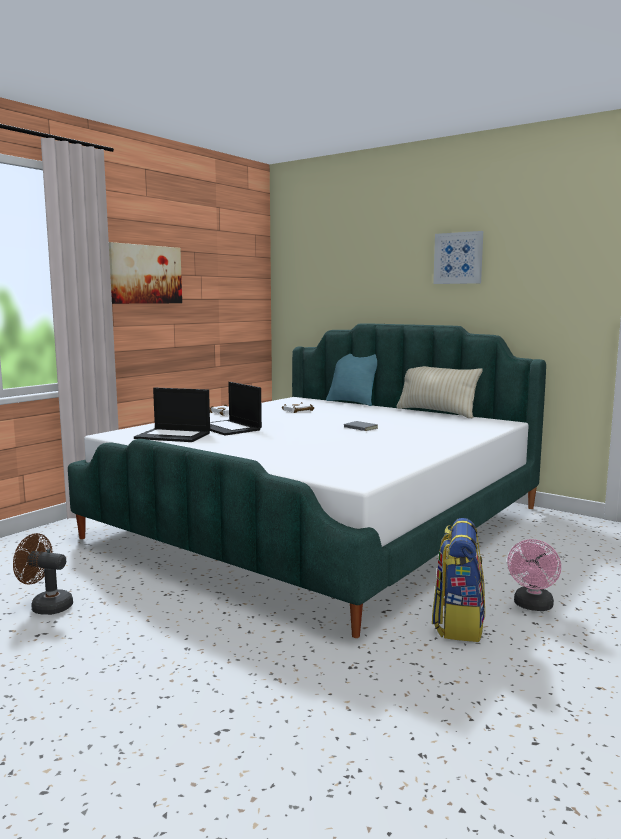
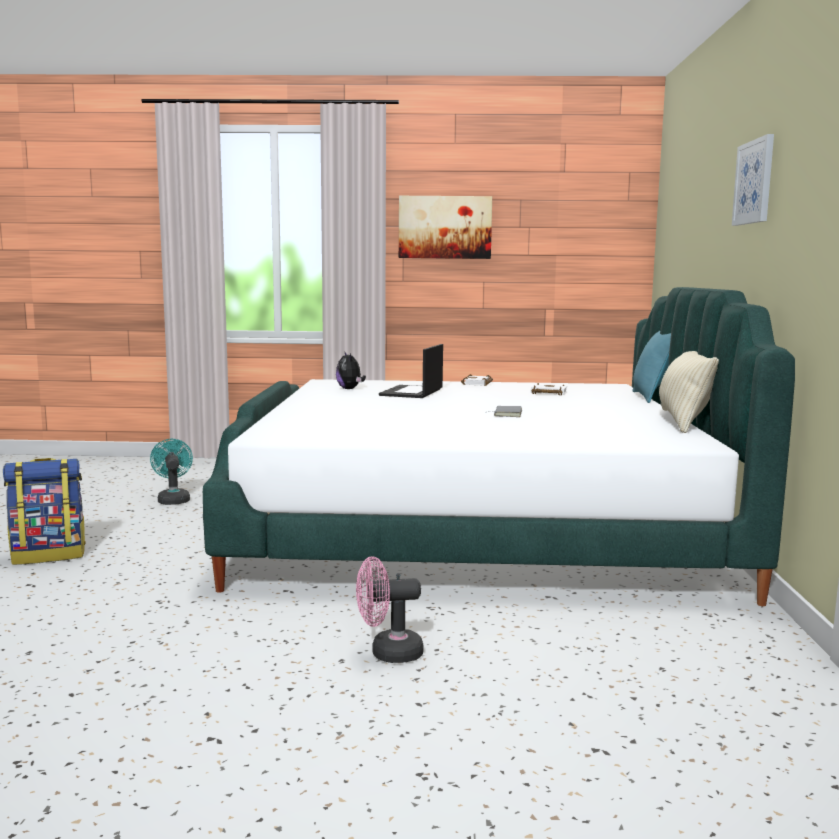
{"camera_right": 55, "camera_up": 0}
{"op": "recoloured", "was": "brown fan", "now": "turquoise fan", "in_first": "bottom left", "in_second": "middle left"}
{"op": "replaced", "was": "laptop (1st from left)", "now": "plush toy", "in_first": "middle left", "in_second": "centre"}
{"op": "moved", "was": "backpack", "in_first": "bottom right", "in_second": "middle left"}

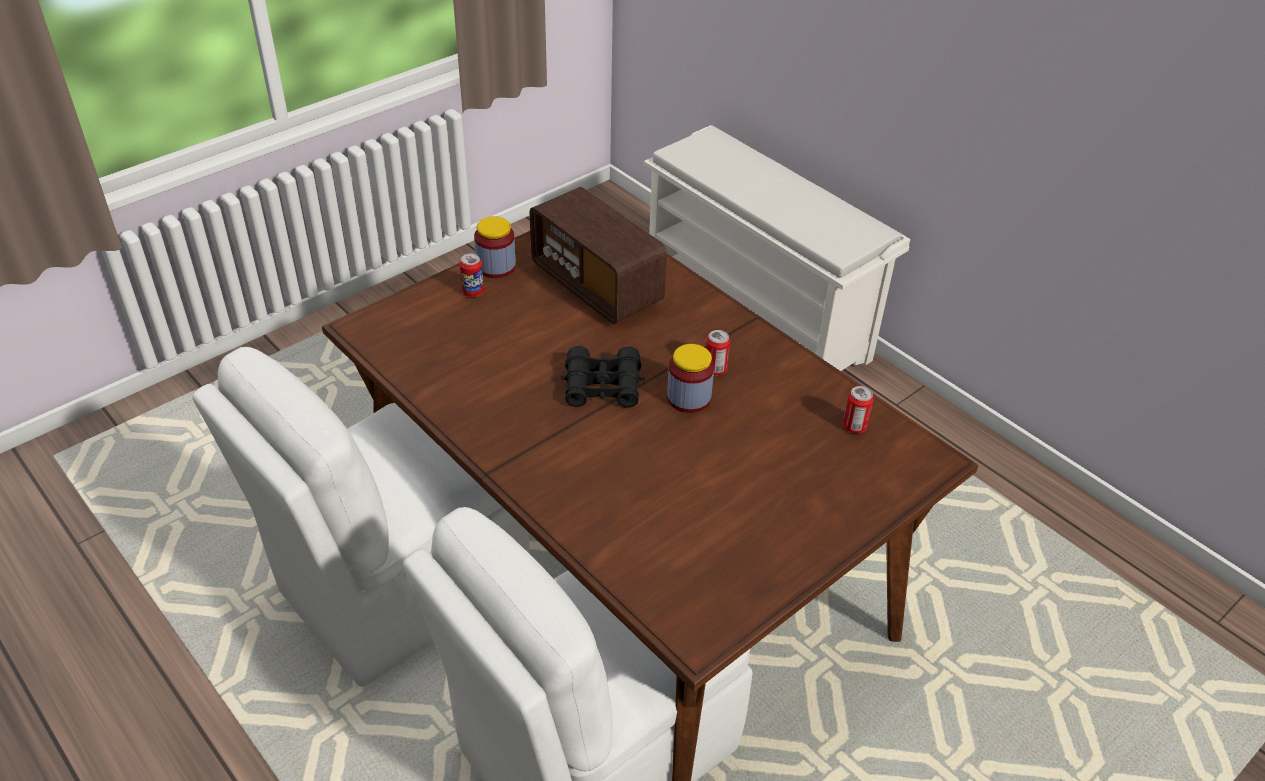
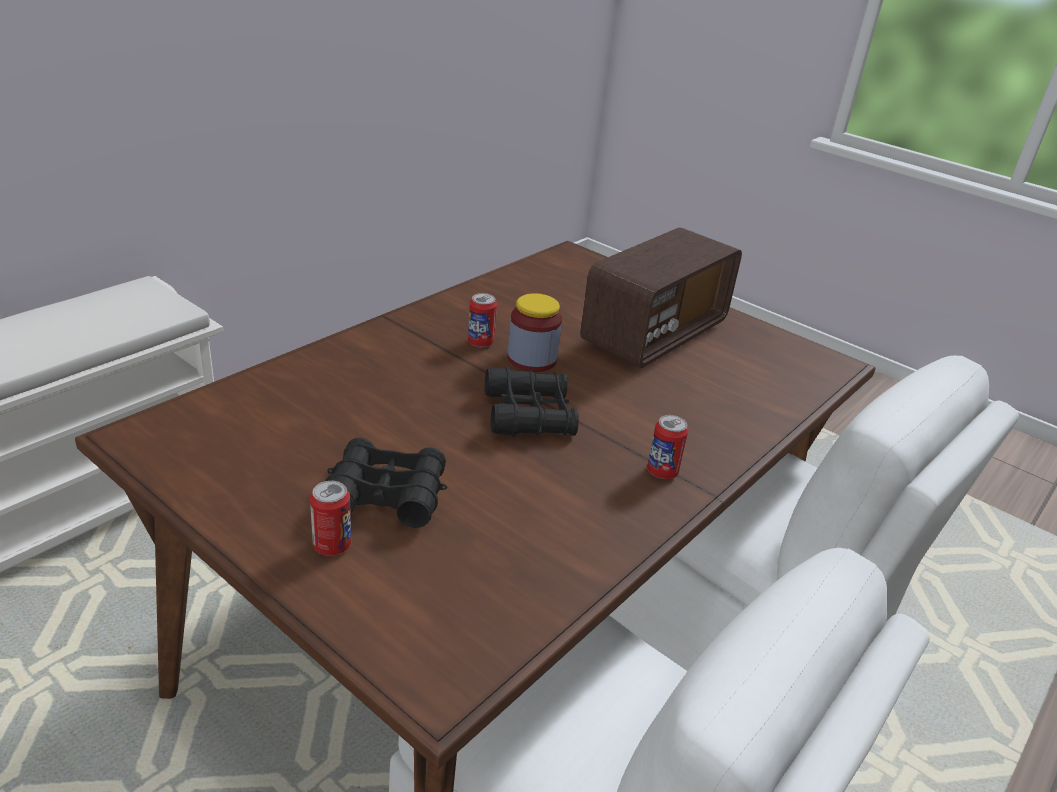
{"camera_right": -100, "camera_up": -10}
{"op": "removed", "was": "jar (1st from left)", "in_first": "top centre"}
{"op": "moved", "was": "radio", "in_first": "top centre", "in_second": "centre"}
{"op": "moved", "was": "can (3rd from left)", "in_first": "middle right", "in_second": "centre"}
{"op": "added", "now": "black binoculars (1st from left)", "in_second": "centre"}

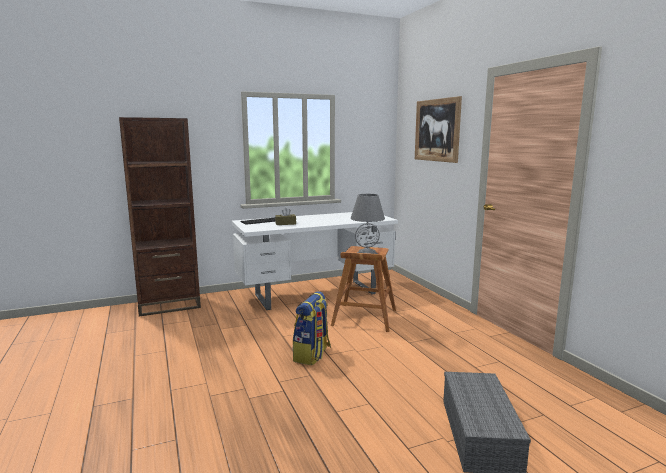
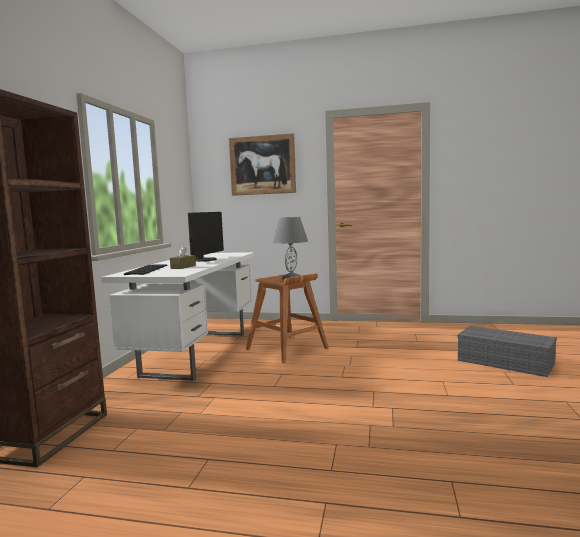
{"camera_right": -55, "camera_up": -5}
{"op": "removed", "was": "backpack", "in_first": "bottom centre"}
{"op": "added", "now": "monitor", "in_second": "centre"}

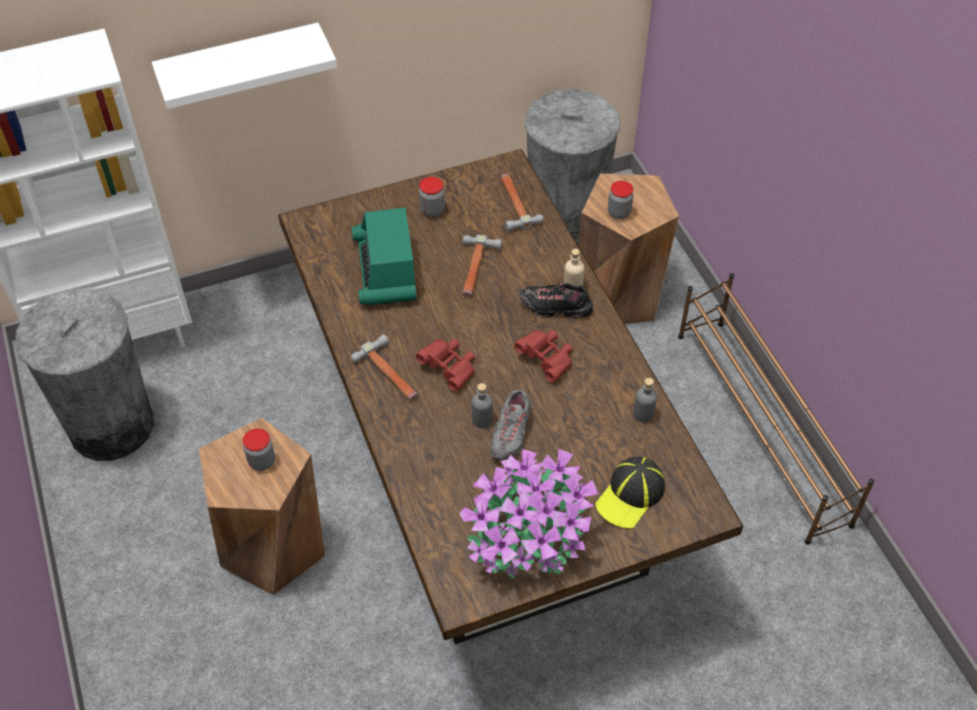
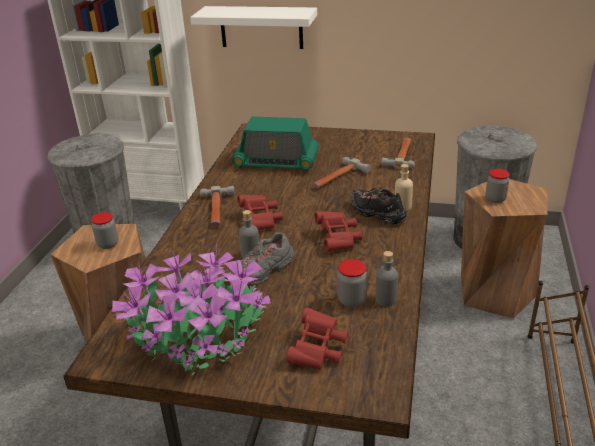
{"camera_right": 35, "camera_up": -20}
{"op": "turned", "was": "radio", "in_first": "centre", "in_second": "top centre", "clockwise": -105}
{"op": "moved", "was": "jar (2nd from left)", "in_first": "top centre", "in_second": "centre"}
{"op": "replaced", "was": "cap", "now": "red binoculars (2nd from left)", "in_first": "bottom centre", "in_second": "bottom centre"}

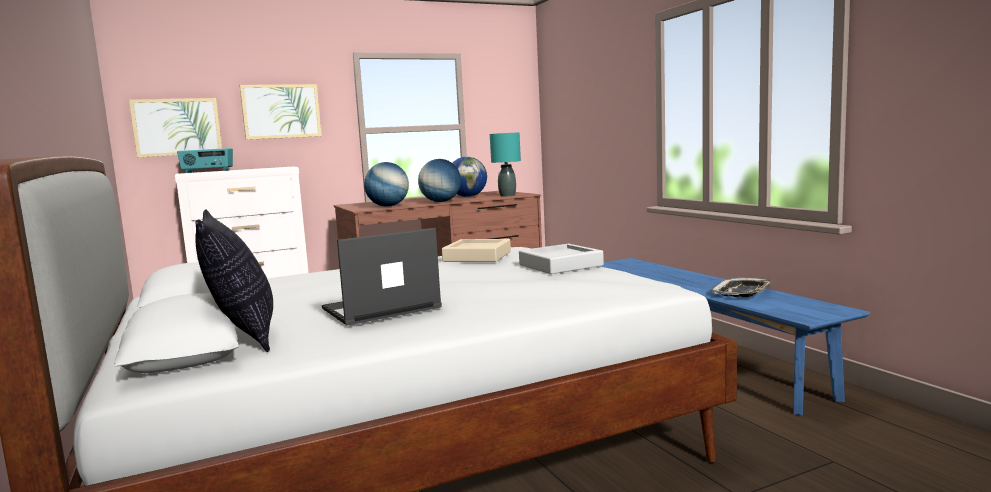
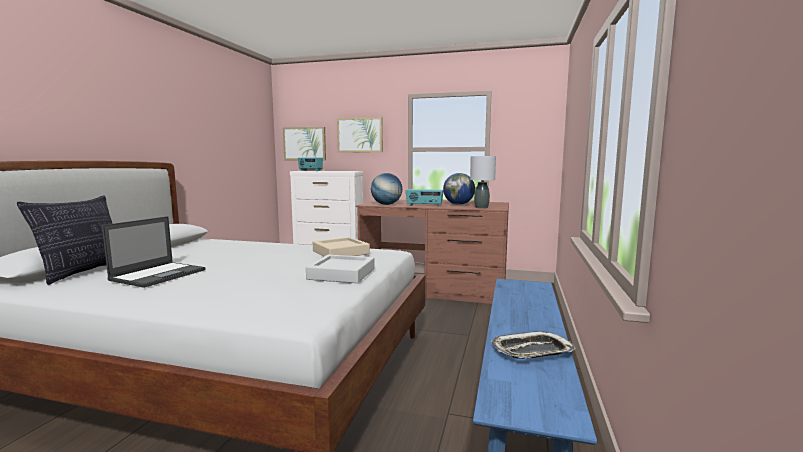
{"camera_right": 40, "camera_up": 0}
{"op": "turned", "was": "laptop", "in_first": "centre", "in_second": "middle left", "clockwise": 105}
{"op": "replaced", "was": "globe (2nd from left)", "now": "radio (2nd from left)", "in_first": "centre", "in_second": "centre"}
{"op": "recoloured", "was": "turquoise table lamp", "now": "grey table lamp", "in_first": "centre", "in_second": "centre"}

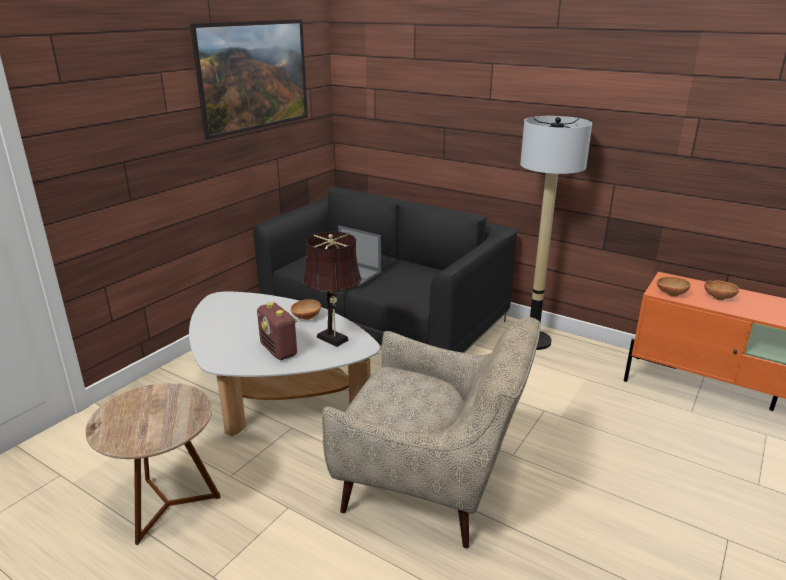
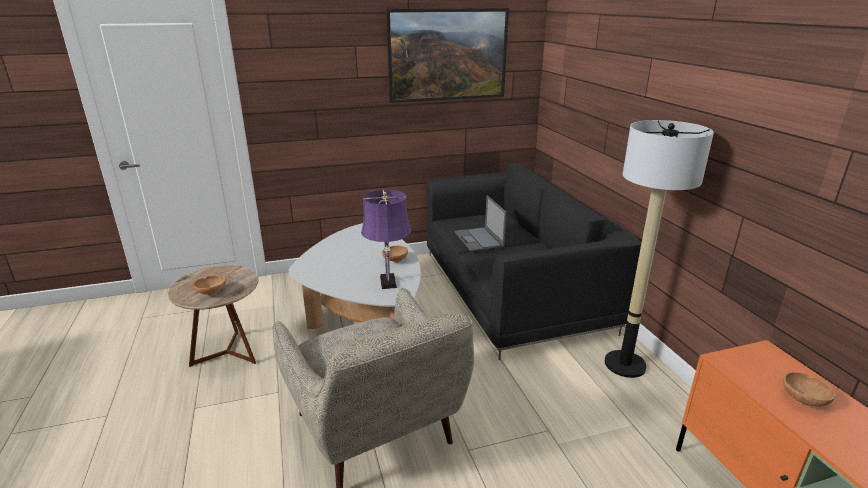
{"camera_right": 40, "camera_up": 0}
{"op": "removed", "was": "radio", "in_first": "centre"}
{"op": "recoloured", "was": "brown table lamp", "now": "purple table lamp", "in_first": "centre", "in_second": "centre"}
{"op": "moved", "was": "brown bowl (2nd from left in the first image)", "now": "brown bowl (1st from left)", "in_first": "middle right", "in_second": "middle left"}

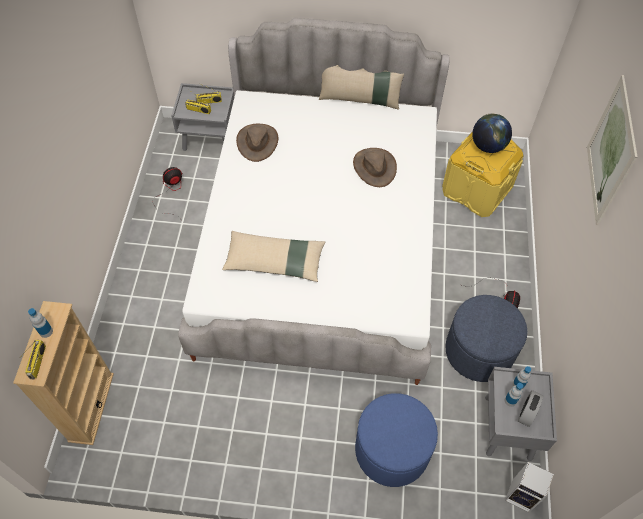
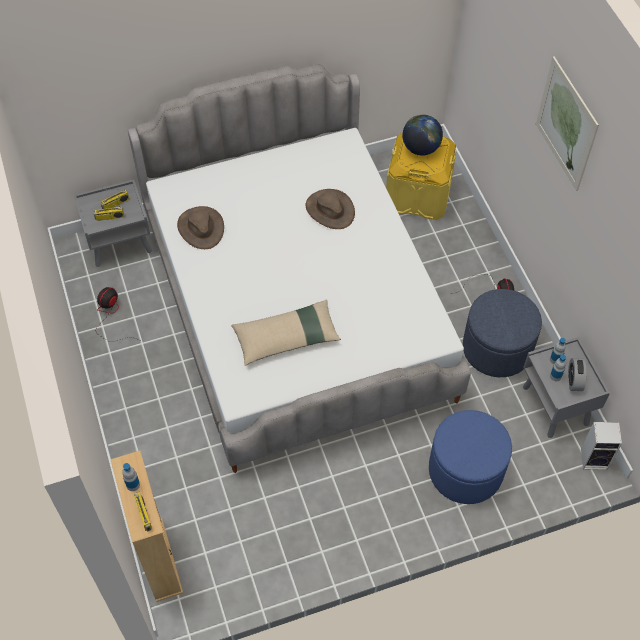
{"camera_right": -25, "camera_up": 0}
{"op": "removed", "was": "beige pillow (2nd from left)", "in_first": "top centre"}

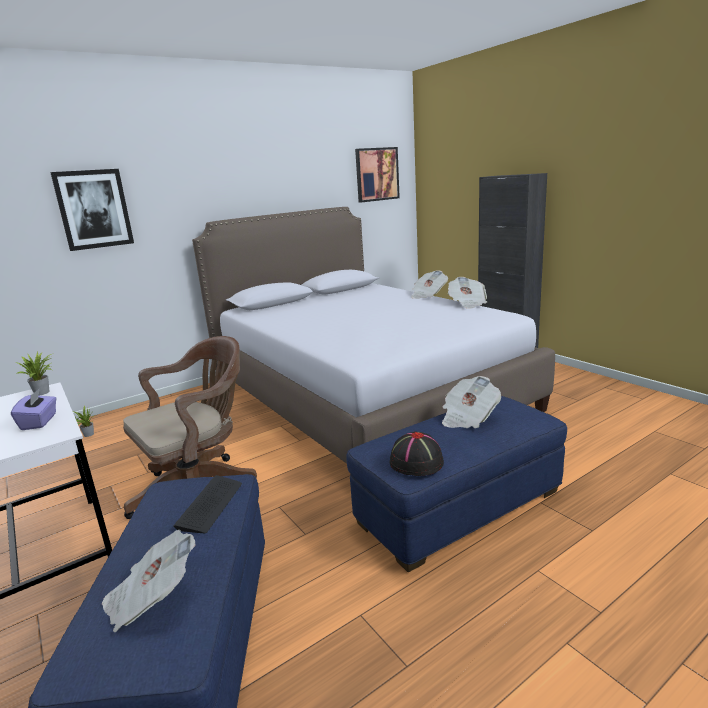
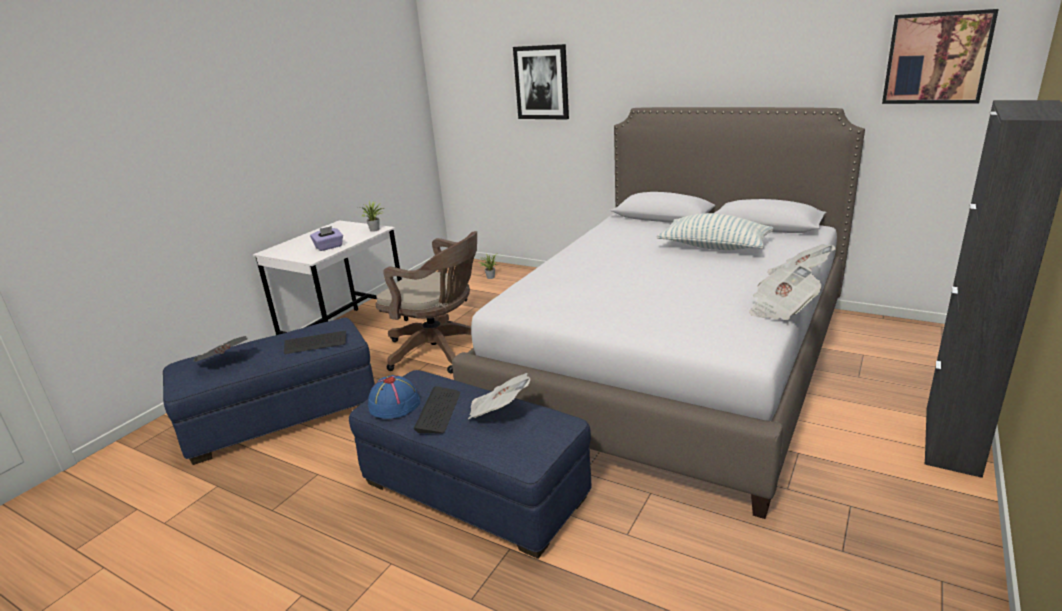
{"camera_right": 65, "camera_up": 5}
{"op": "recoloured", "was": "black hat", "now": "blue hat", "in_first": "centre", "in_second": "centre"}
{"op": "added", "now": "keyboard (2nd from left)", "in_second": "bottom centre"}
{"op": "added", "now": "pillow", "in_second": "middle right"}

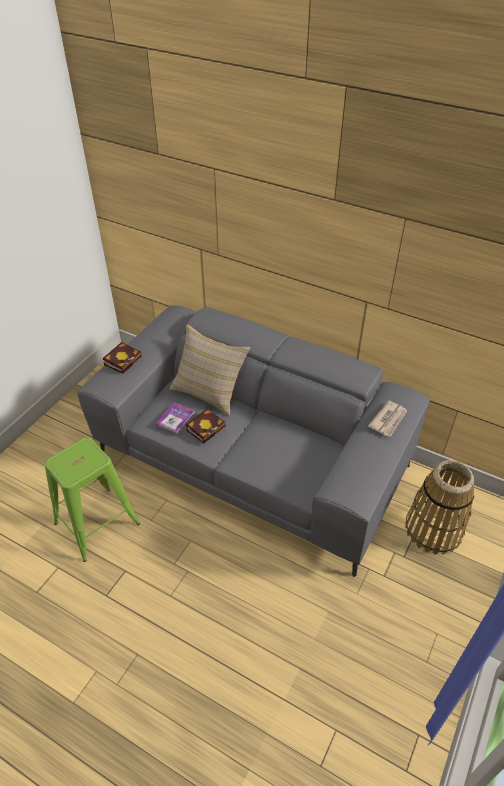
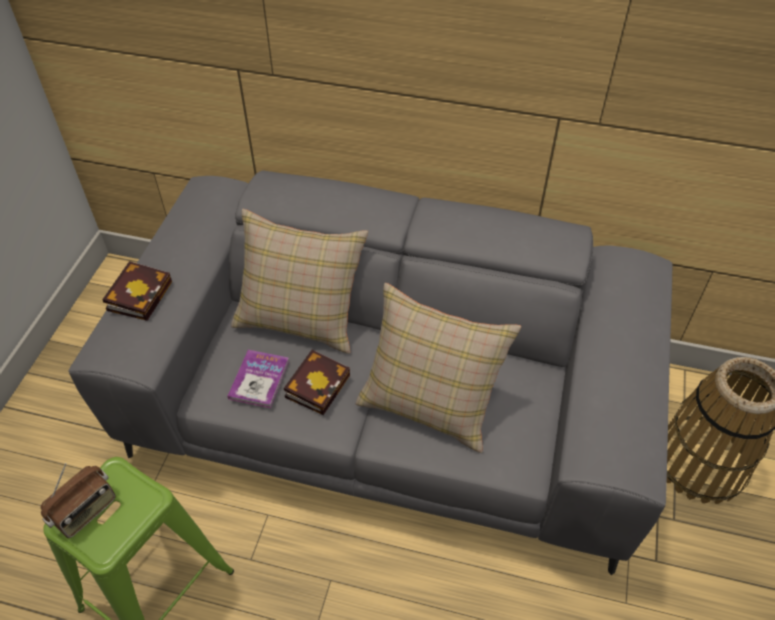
{"camera_right": -15, "camera_up": 5}
{"op": "removed", "was": "newspaper", "in_first": "middle right"}
{"op": "added", "now": "radio", "in_second": "bottom left"}
{"op": "added", "now": "beige pillow (2nd from left)", "in_second": "centre"}

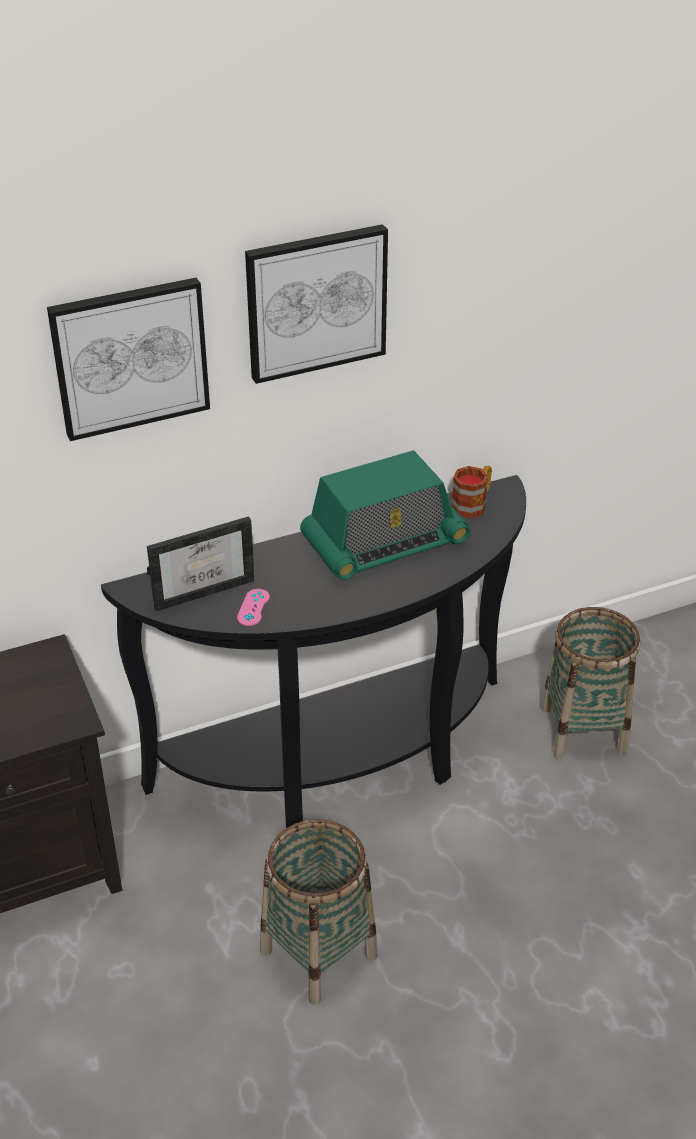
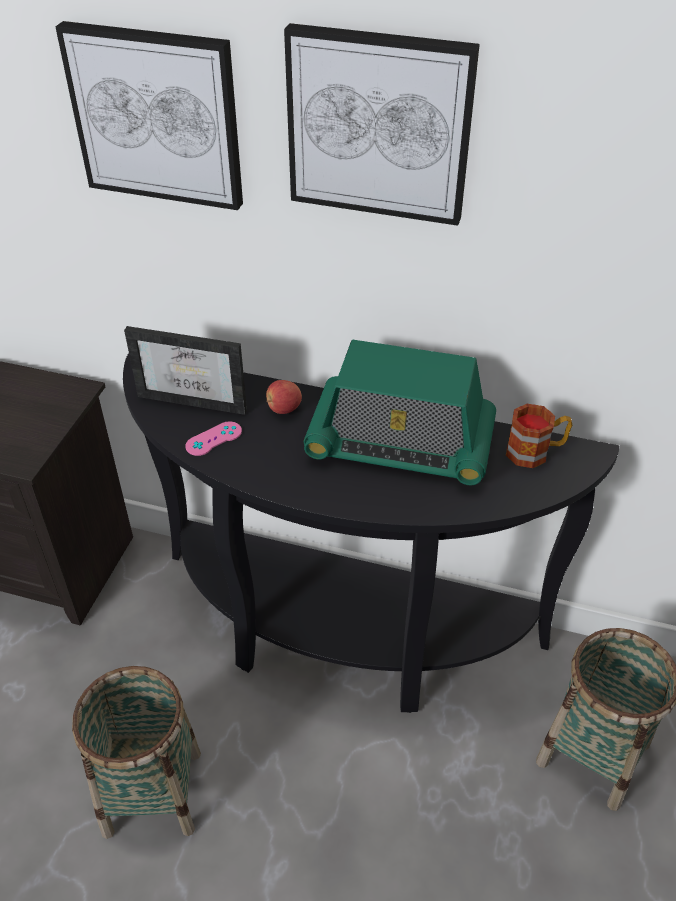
{"camera_right": 40, "camera_up": 5}
{"op": "added", "now": "apple", "in_second": "centre"}

